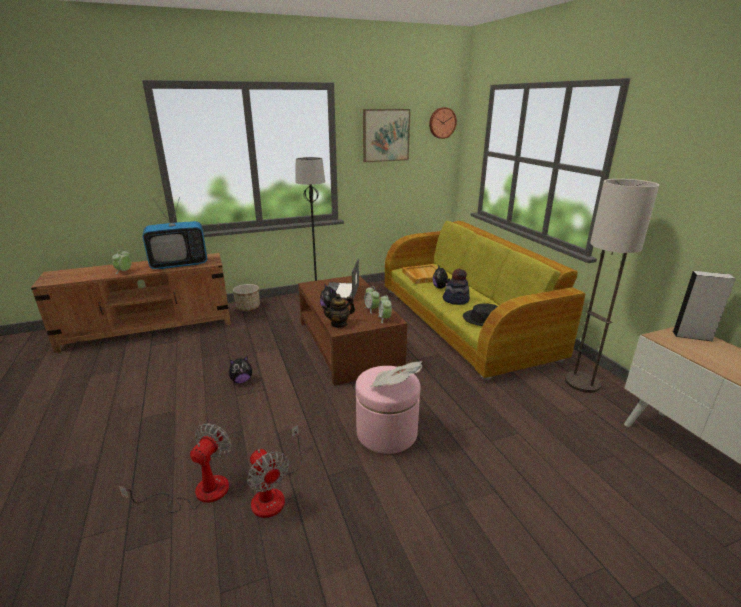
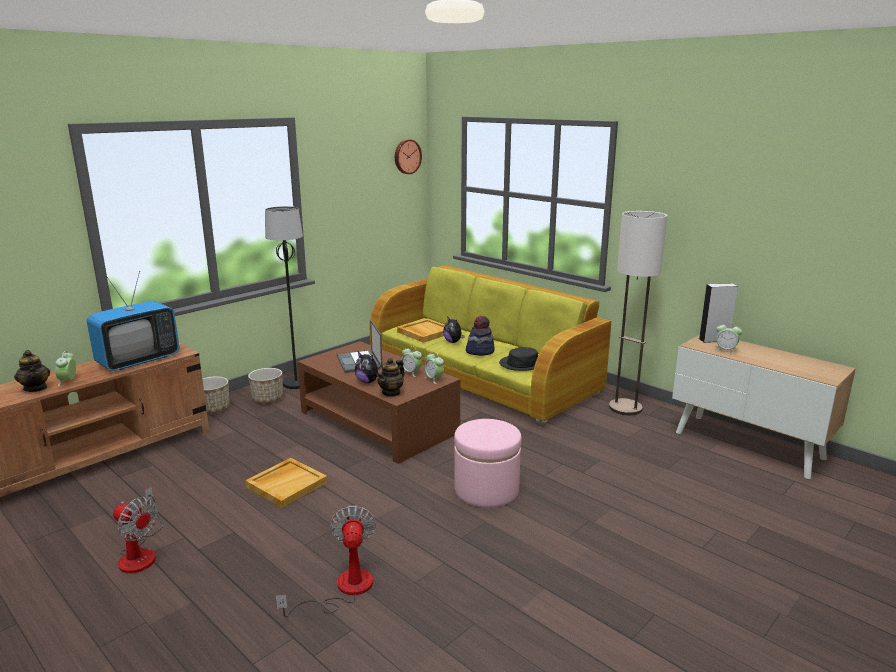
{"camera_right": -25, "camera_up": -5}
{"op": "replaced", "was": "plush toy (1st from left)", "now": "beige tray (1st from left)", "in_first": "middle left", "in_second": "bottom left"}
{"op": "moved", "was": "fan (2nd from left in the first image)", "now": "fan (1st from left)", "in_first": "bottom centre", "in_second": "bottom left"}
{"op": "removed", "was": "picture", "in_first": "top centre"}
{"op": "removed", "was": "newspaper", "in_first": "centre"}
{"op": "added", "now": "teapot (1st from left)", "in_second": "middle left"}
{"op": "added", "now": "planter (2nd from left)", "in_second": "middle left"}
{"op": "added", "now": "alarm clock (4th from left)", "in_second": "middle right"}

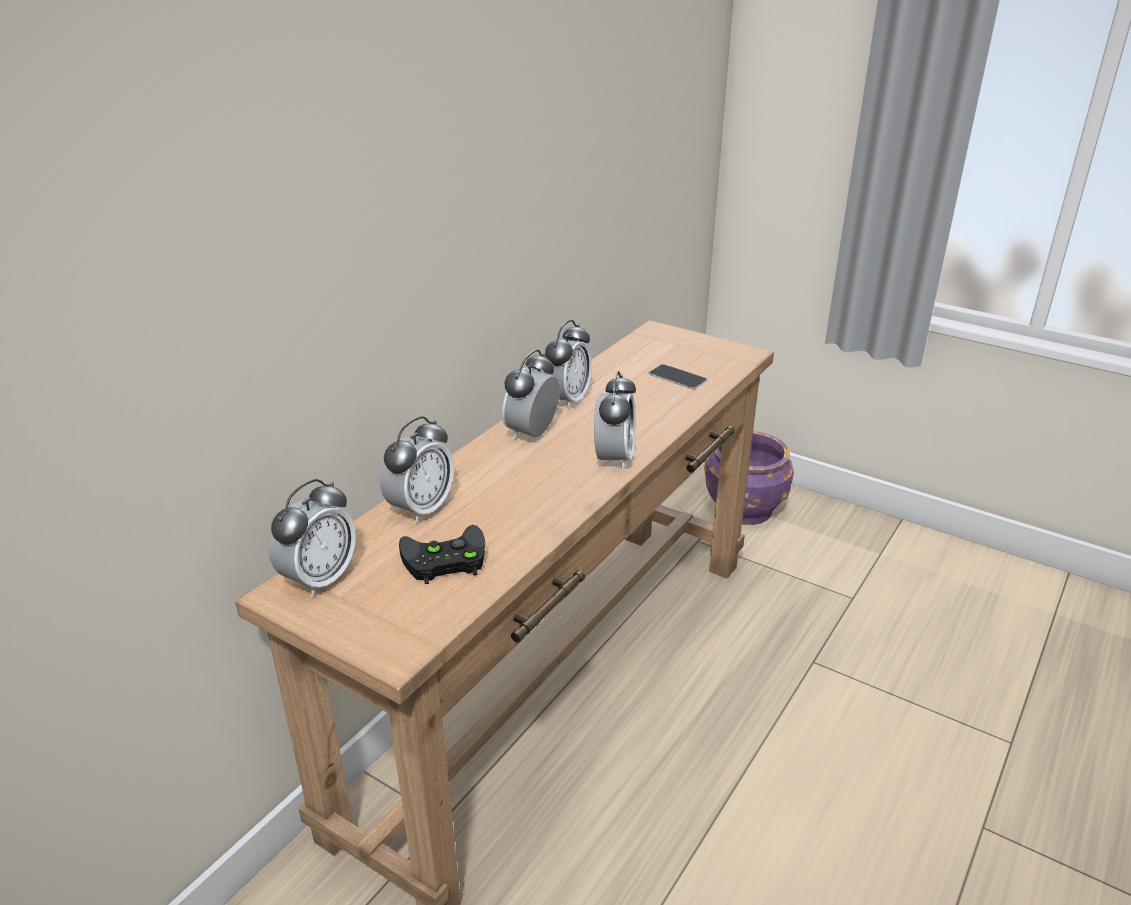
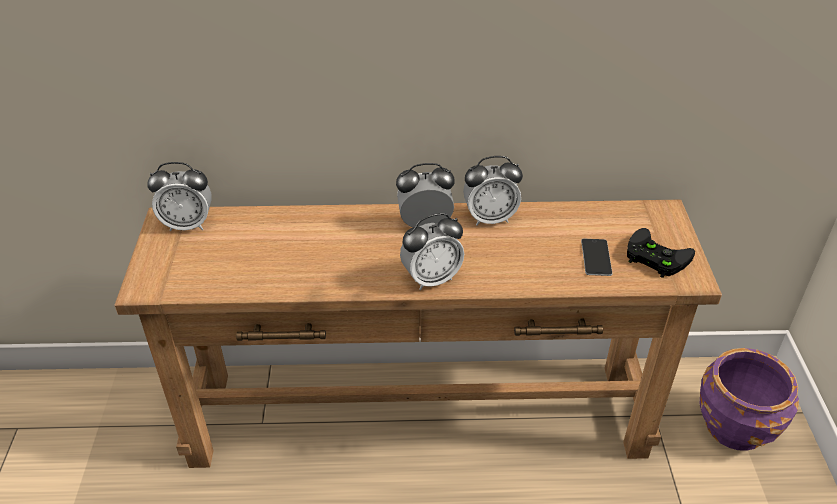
{"camera_right": 55, "camera_up": 10}
{"op": "removed", "was": "alarm clock (2nd from left)", "in_first": "centre"}
{"op": "moved", "was": "black game controller", "in_first": "centre", "in_second": "middle right"}

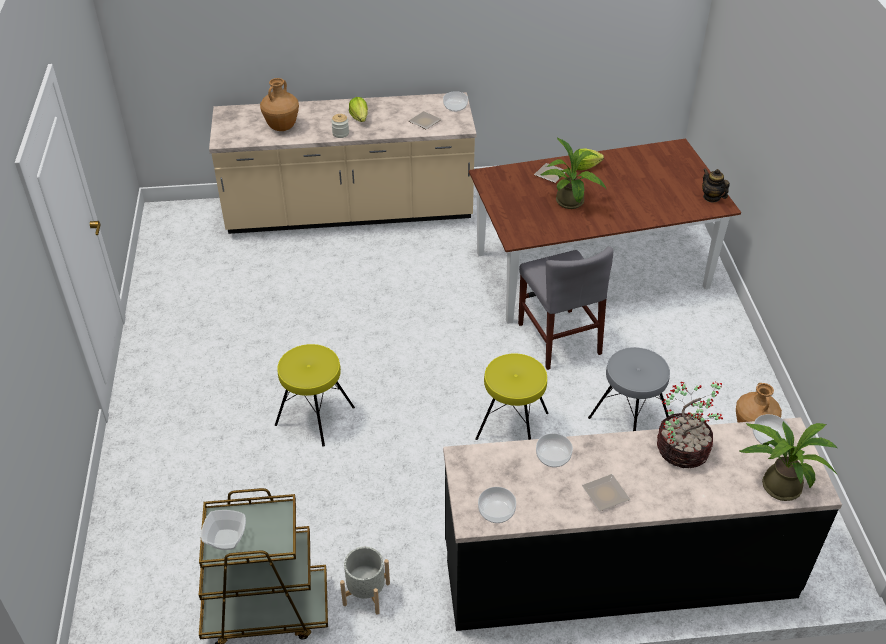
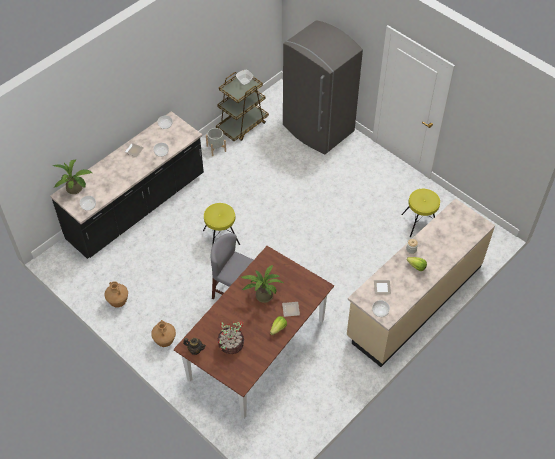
{"camera_right": 140, "camera_up": 10}
{"op": "moved", "was": "brown vase (1st from left in the first image)", "now": "brown vase (2nd from left)", "in_first": "top left", "in_second": "bottom left"}
{"op": "moved", "was": "yellow stool (1st from left in the first image)", "now": "yellow stool (2nd from left)", "in_first": "centre", "in_second": "middle right"}
{"op": "removed", "was": "grey stool", "in_first": "middle right"}
{"op": "moved", "was": "potted plant (2nd from left)", "in_first": "middle right", "in_second": "bottom centre"}
{"op": "added", "now": "grey fridge", "in_second": "top centre"}

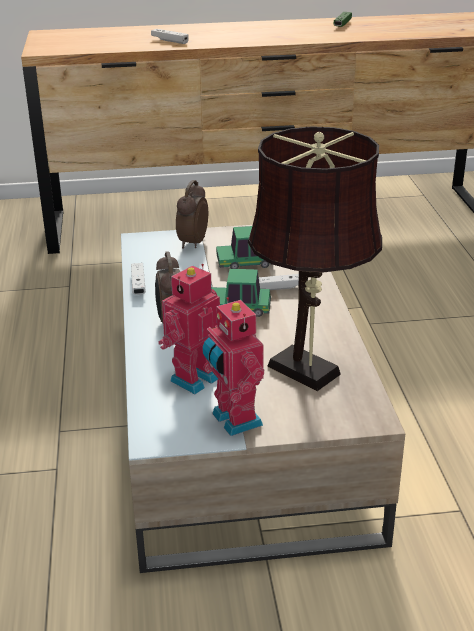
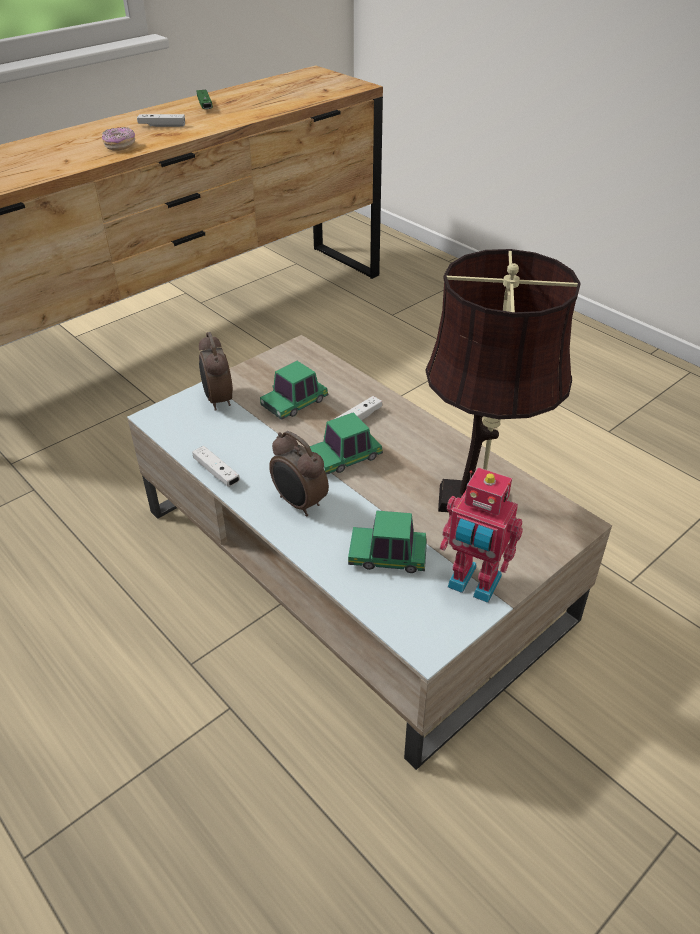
{"camera_right": -35, "camera_up": 10}
{"op": "moved", "was": "white game controller (2nd from left in the first image)", "now": "white game controller (1st from left)", "in_first": "top centre", "in_second": "top left"}
{"op": "replaced", "was": "toy robot (1st from left)", "now": "toy car (3rd from left)", "in_first": "centre", "in_second": "centre"}
{"op": "added", "now": "donut", "in_second": "top left"}

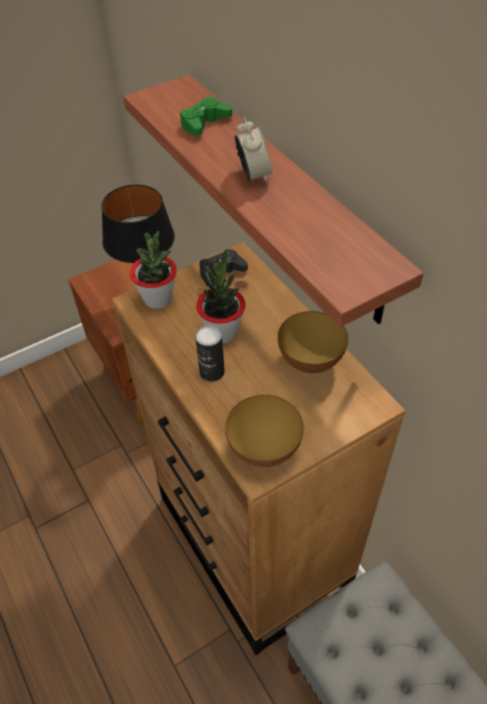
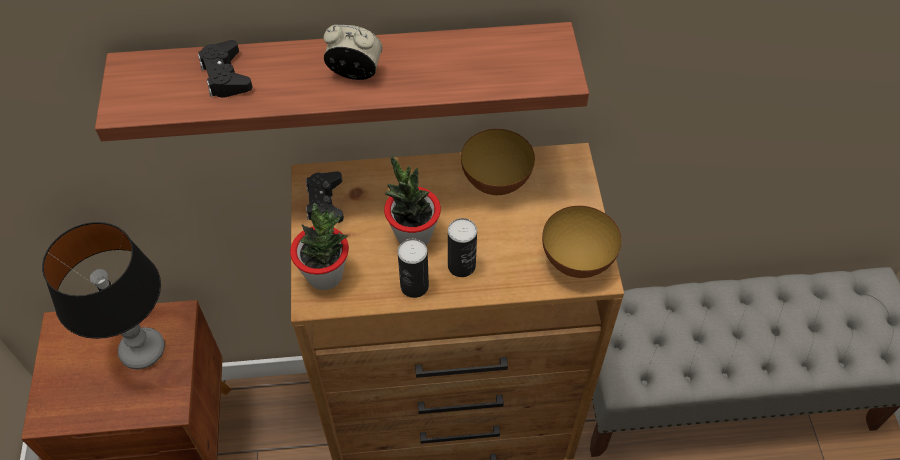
{"camera_right": -65, "camera_up": 5}
{"op": "recoloured", "was": "green game controller", "now": "black game controller (1st from left)", "in_first": "top centre", "in_second": "top left"}
{"op": "added", "now": "can (1st from left)", "in_second": "centre"}

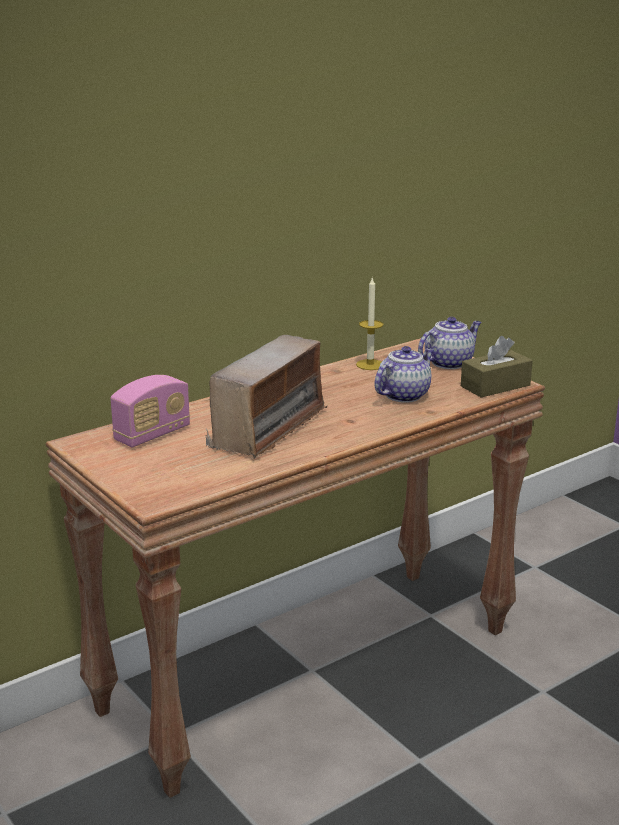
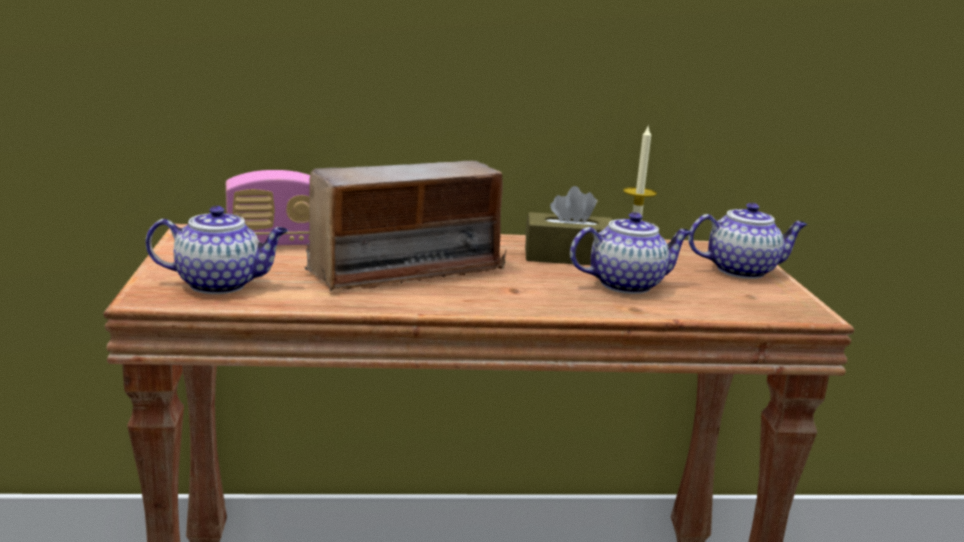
{"camera_right": 30, "camera_up": -5}
{"op": "moved", "was": "brown tissue box", "in_first": "middle right", "in_second": "centre"}
{"op": "added", "now": "teapot (1st from left)", "in_second": "middle left"}

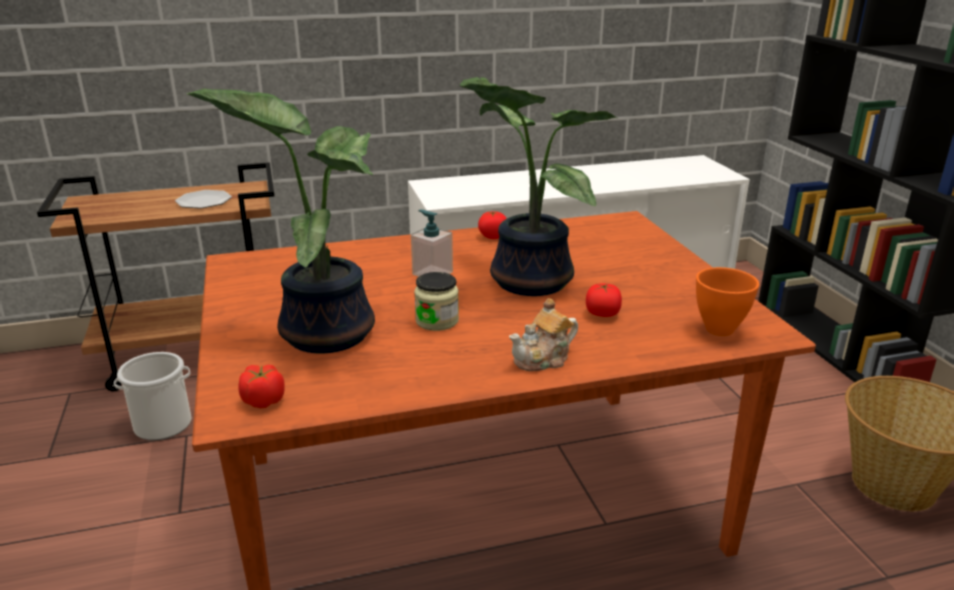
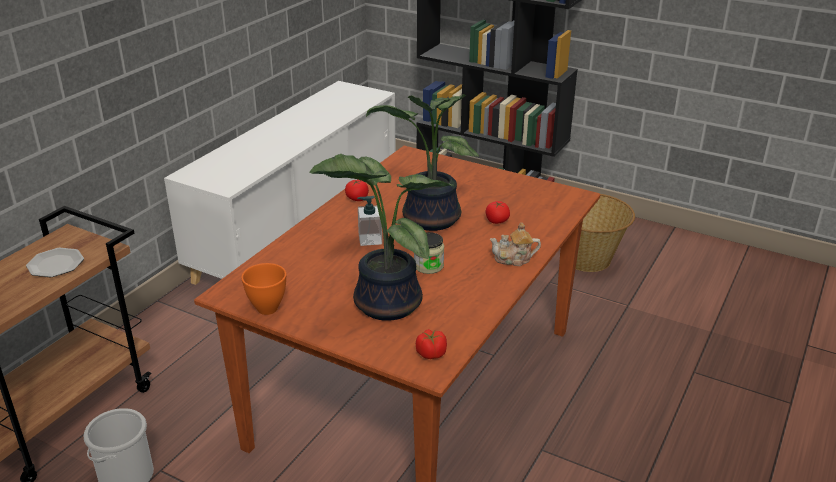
{"camera_right": -45, "camera_up": 5}
{"op": "turned", "was": "teapot", "in_first": "centre", "in_second": "centre", "clockwise": 75}
{"op": "moved", "was": "orange bowl", "in_first": "middle right", "in_second": "middle left"}

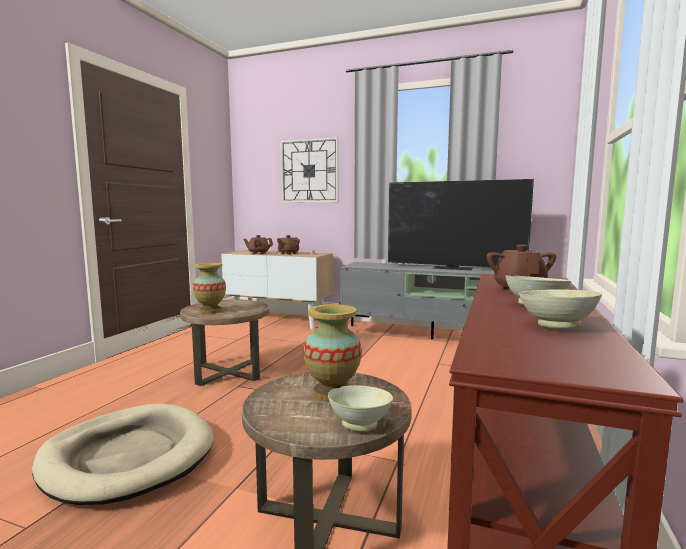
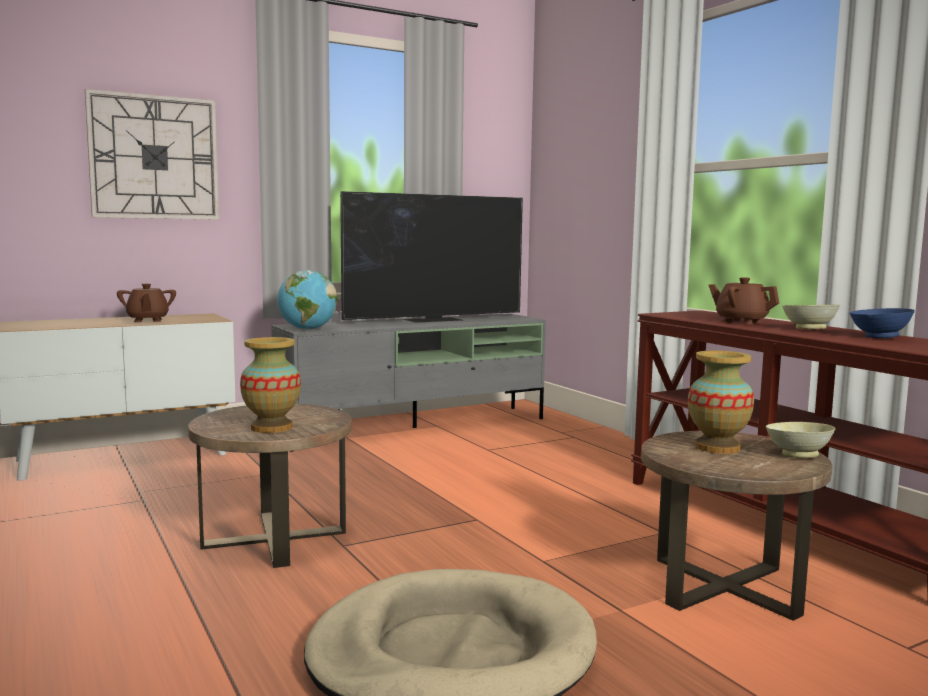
{"camera_right": -50, "camera_up": 0}
{"op": "removed", "was": "brown teapot (1st from left)", "in_first": "centre"}
{"op": "recoloured", "was": "beige bowl (3rd from left)", "now": "blue bowl", "in_first": "middle right", "in_second": "middle right"}
{"op": "added", "now": "globe", "in_second": "middle left"}

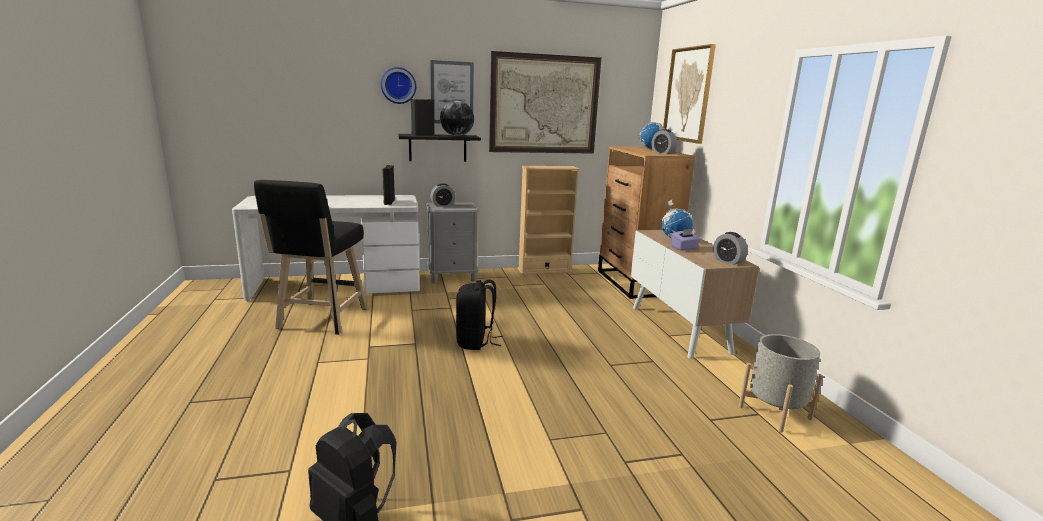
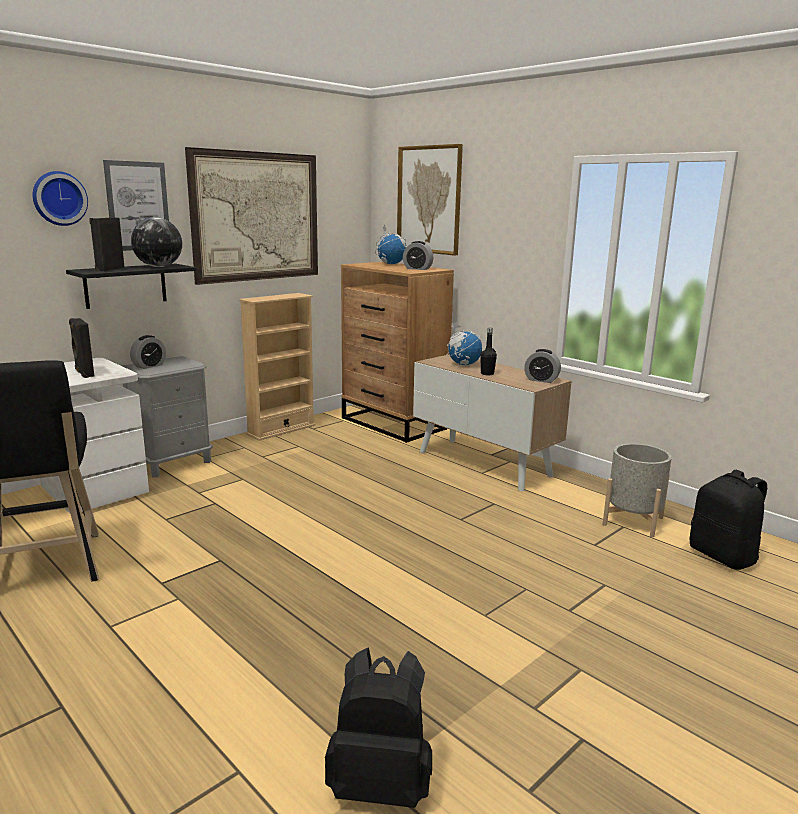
{"camera_right": -30, "camera_up": 0}
{"op": "moved", "was": "black backpack (2nd from left)", "in_first": "centre", "in_second": "middle right"}
{"op": "replaced", "was": "purple tissue box", "now": "black bottle", "in_first": "centre", "in_second": "centre"}

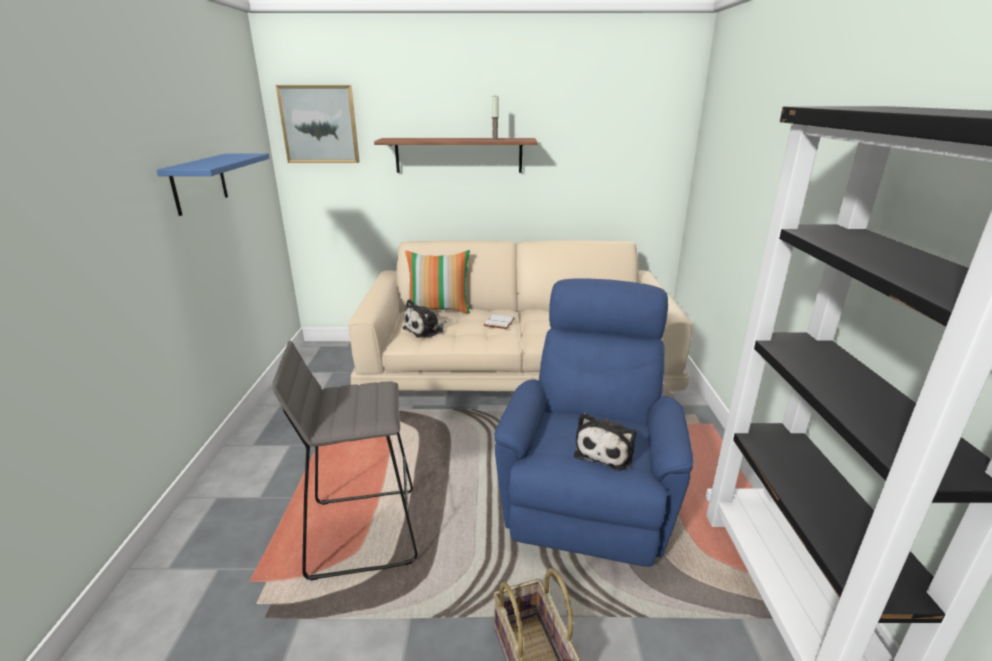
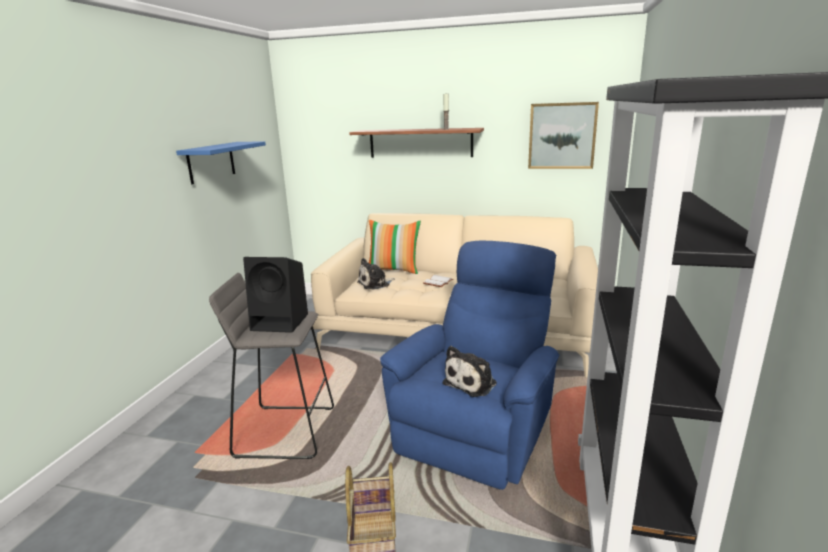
{"camera_right": 15, "camera_up": -5}
{"op": "moved", "was": "picture", "in_first": "top left", "in_second": "top right"}
{"op": "added", "now": "black speaker", "in_second": "middle left"}

